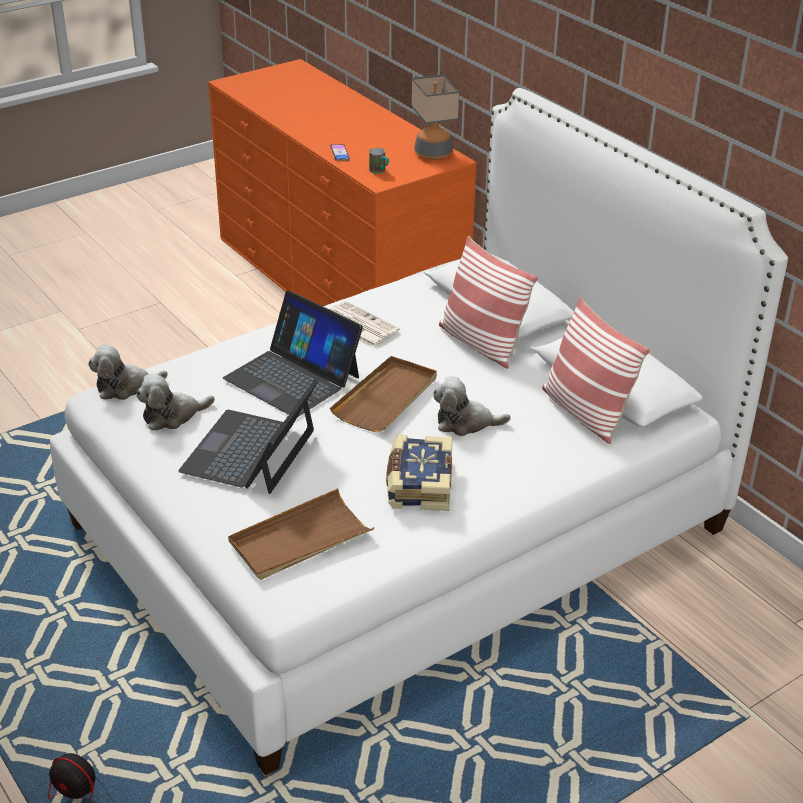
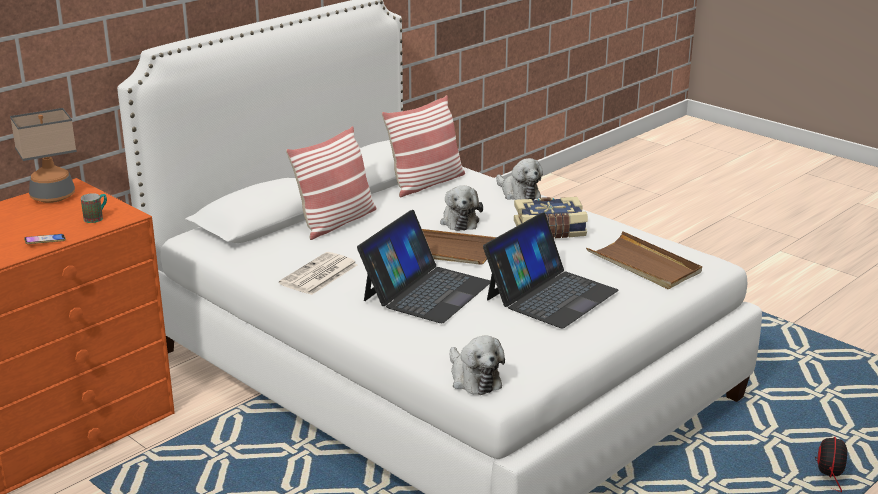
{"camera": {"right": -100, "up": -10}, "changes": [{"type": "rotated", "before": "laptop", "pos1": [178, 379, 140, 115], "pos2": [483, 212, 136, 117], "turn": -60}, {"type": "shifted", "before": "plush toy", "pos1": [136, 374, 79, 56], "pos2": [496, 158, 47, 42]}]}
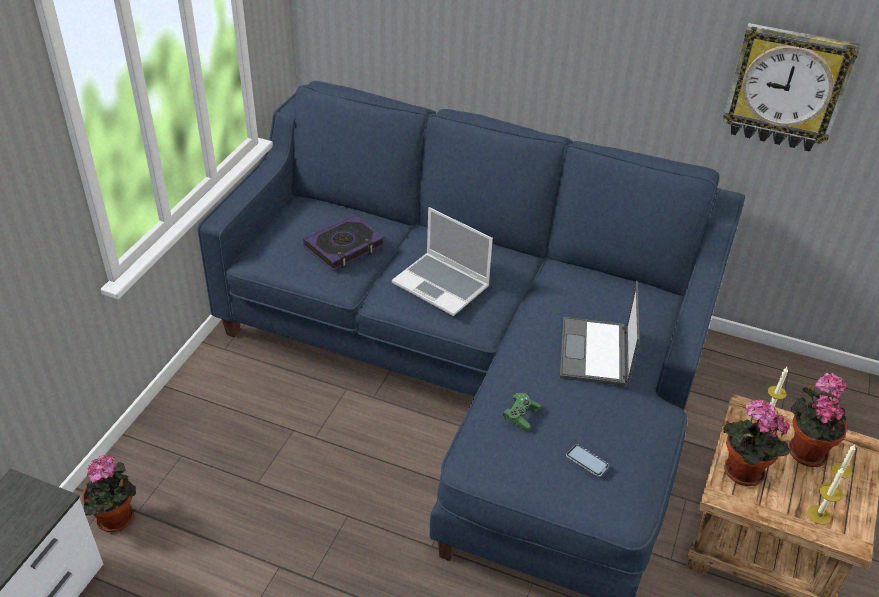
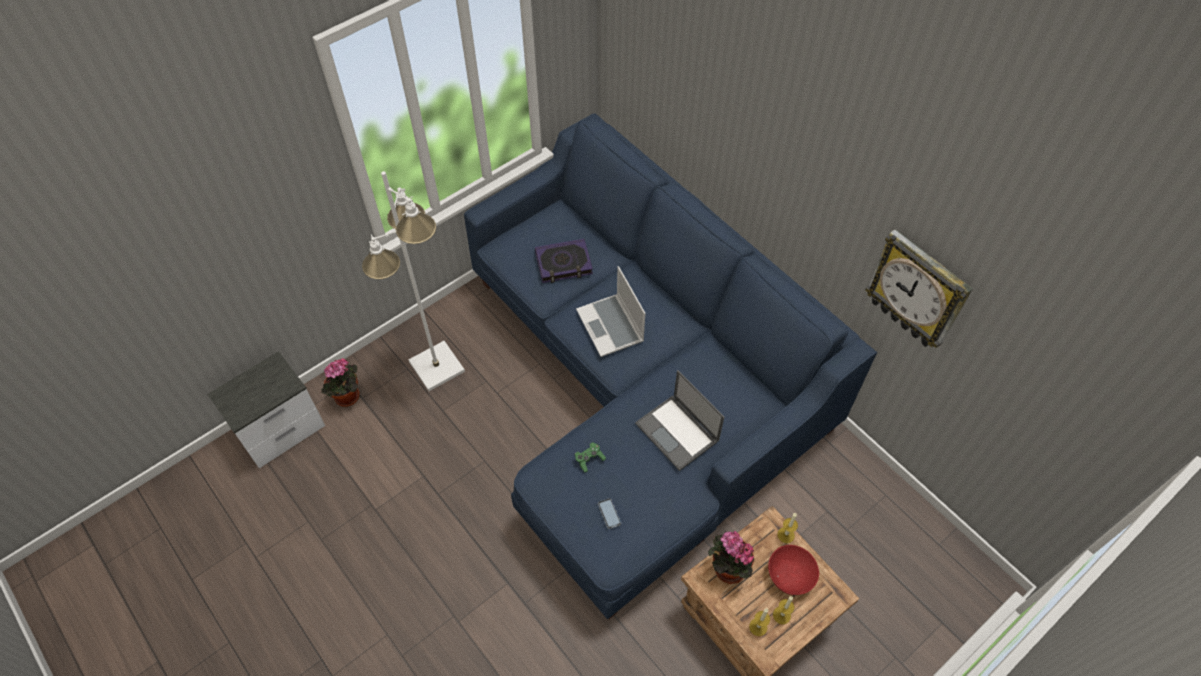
{"camera": {"right": 30, "up": 15}, "changes": [{"type": "new", "after": "floor lamp (white)", "pos2": [362, 171, 103, 220]}, {"type": "rotated", "before": "laptop", "pos1": [560, 281, 80, 105], "pos2": [635, 370, 89, 101], "turn": -75}, {"type": "swapped", "before": "potted plant", "after": "bowl (red)", "pos1": [788, 373, 59, 94], "pos2": [768, 545, 51, 50]}]}
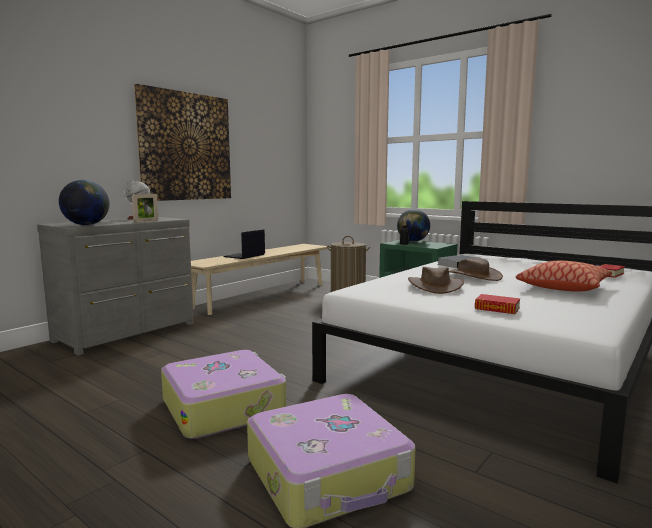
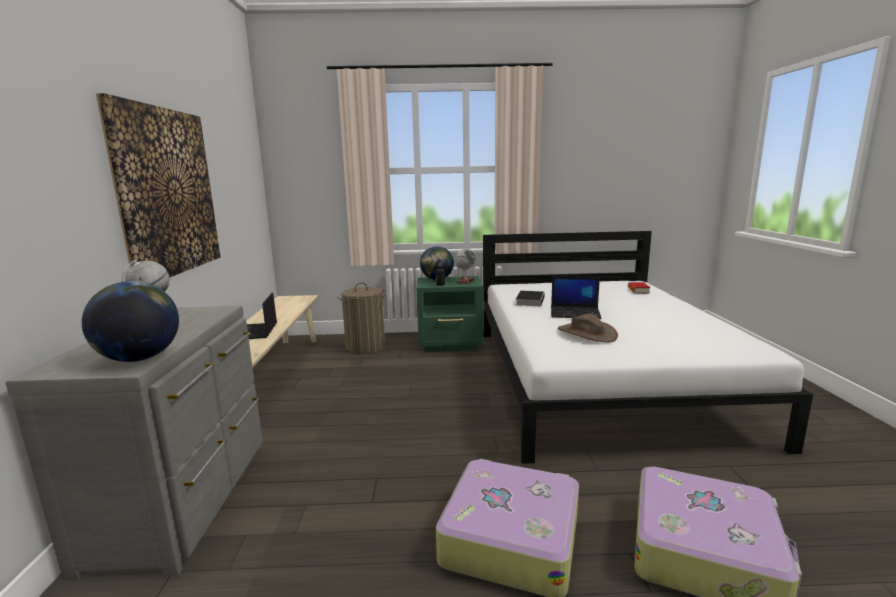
{"camera": {"right": -40, "up": 5}, "changes": [{"type": "new", "after": "globe", "pos2": [455, 247, 21, 37]}, {"type": "swapped", "before": "hat (brown)", "after": "laptop", "pos1": [449, 258, 54, 23], "pos2": [551, 275, 51, 44]}, {"type": "gone", "before": "picture frame", "pos1": [132, 194, 26, 28]}, {"type": "gone", "before": "book", "pos1": [475, 294, 45, 20]}, {"type": "gone", "before": "pillow", "pos1": [516, 261, 96, 30]}]}
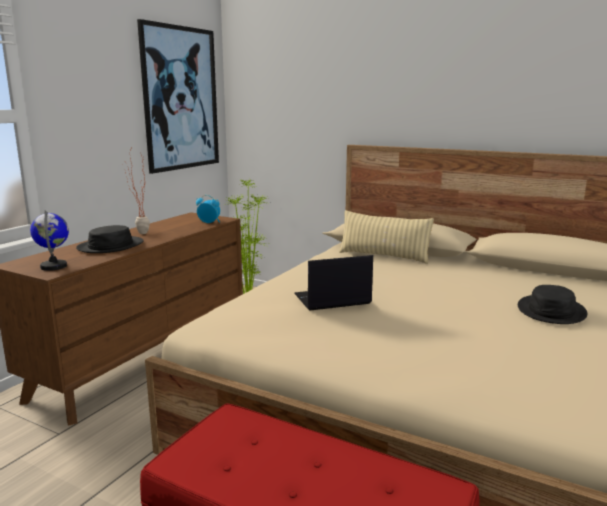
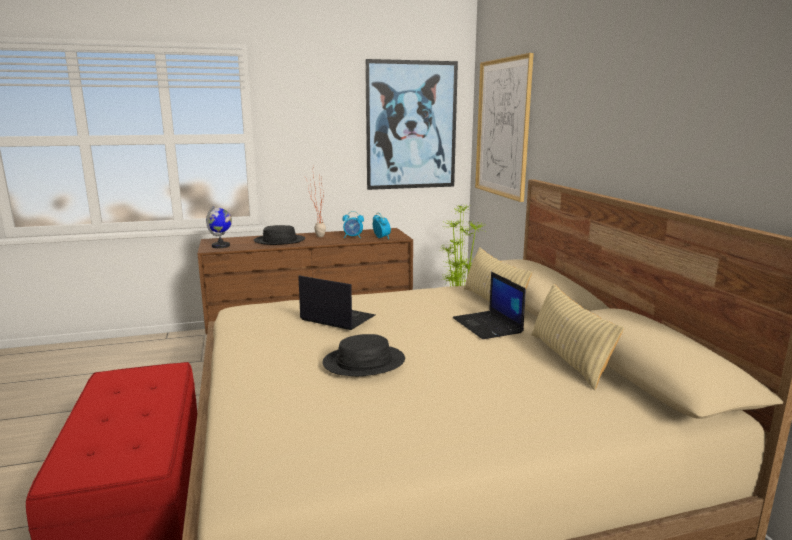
{"camera": {"right": 45, "up": 0}, "changes": [{"type": "shifted", "before": "hat (black)", "pos1": [518, 285, 69, 39], "pos2": [322, 334, 83, 42]}, {"type": "new", "after": "alarm clock", "pos2": [342, 211, 22, 27]}, {"type": "new", "after": "laptop", "pos2": [453, 272, 73, 67]}, {"type": "new", "after": "picture", "pos2": [475, 53, 59, 149]}, {"type": "new", "after": "pillow (beige)", "pos2": [531, 284, 93, 106]}]}
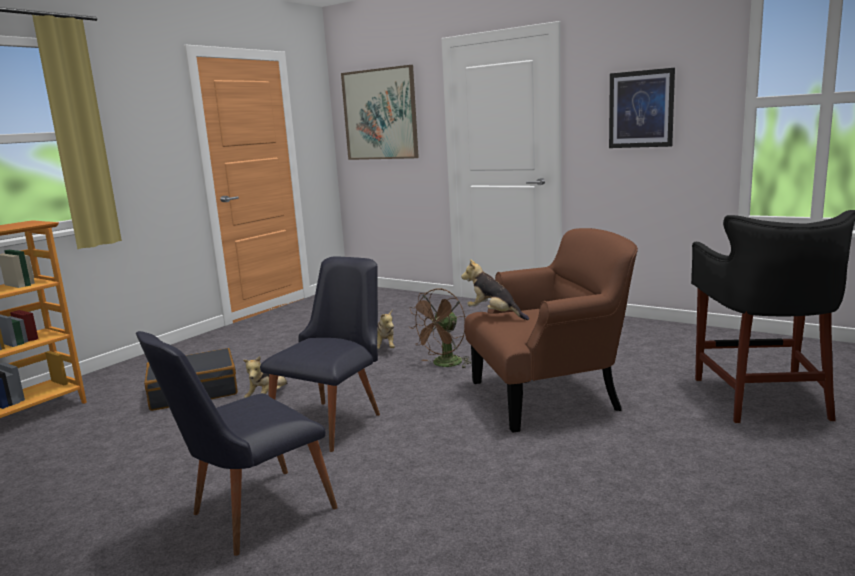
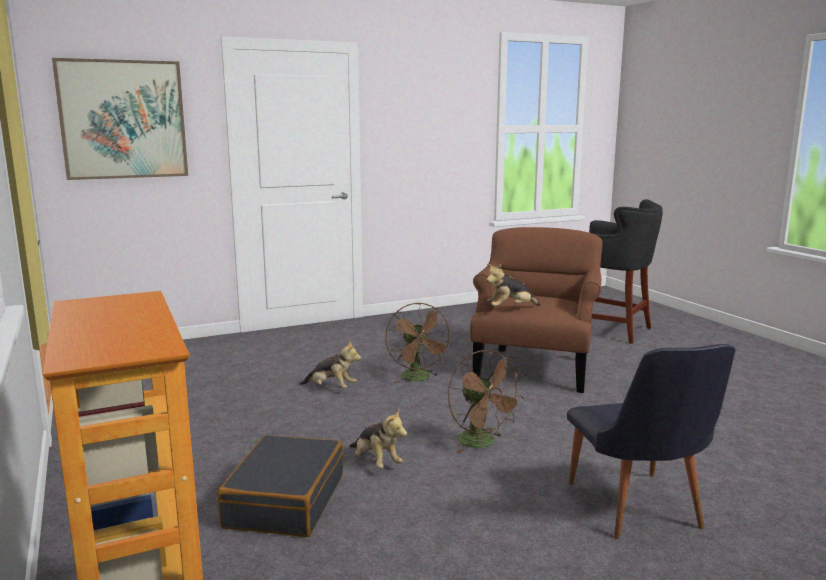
{"camera": {"right": -60, "up": 0}, "changes": [{"type": "swapped", "before": "chair (black)", "after": "fan (brown)", "pos1": [260, 256, 120, 196], "pos2": [448, 350, 76, 104]}, {"type": "gone", "before": "picture", "pos1": [609, 68, 66, 80]}]}
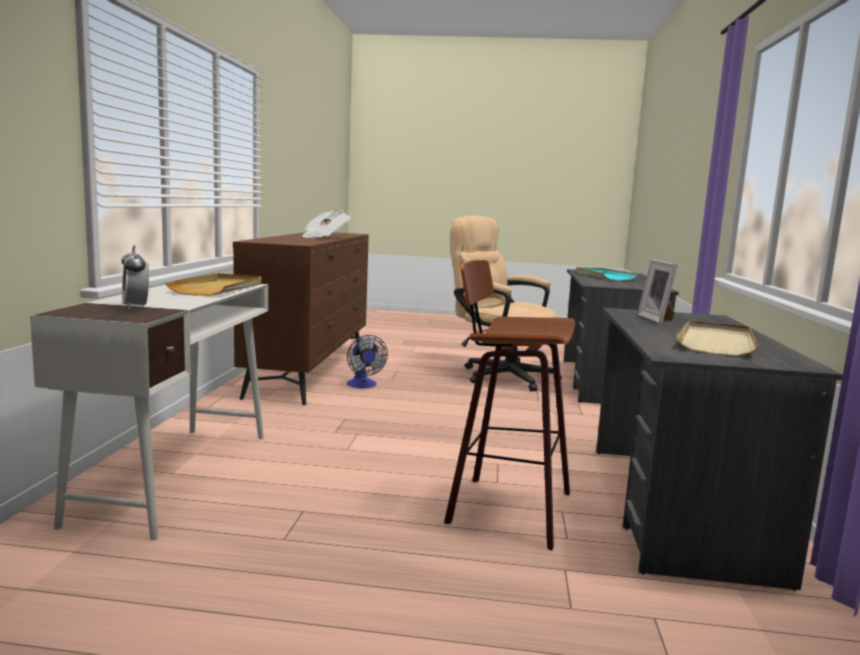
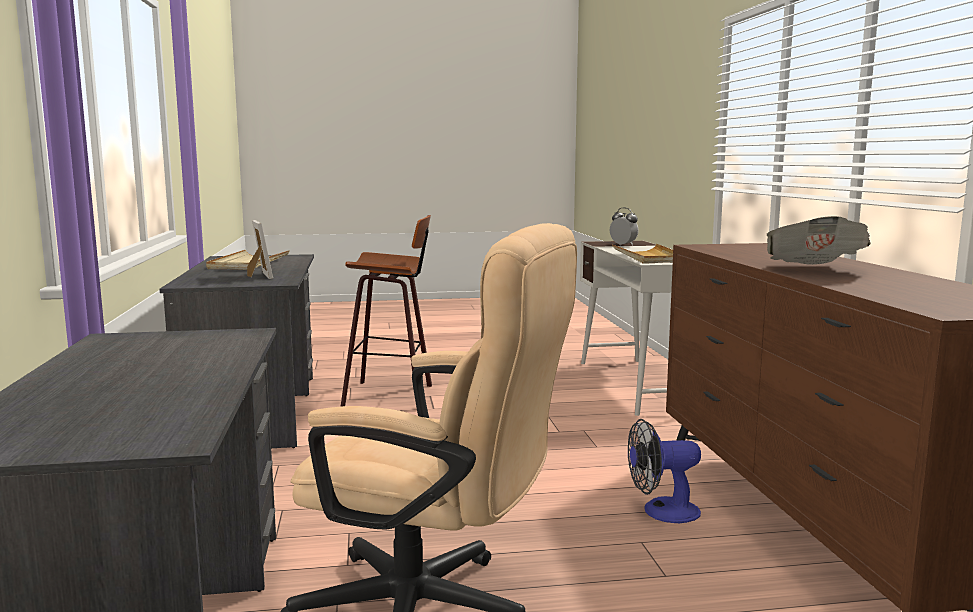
{"camera": {"right": 165, "up": 0}, "changes": [{"type": "rotated", "before": "fan", "pos1": [347, 335, 41, 53], "pos2": [628, 419, 73, 104], "turn": -60}, {"type": "gone", "before": "tray (turquoise)", "pos1": [576, 267, 62, 14]}]}
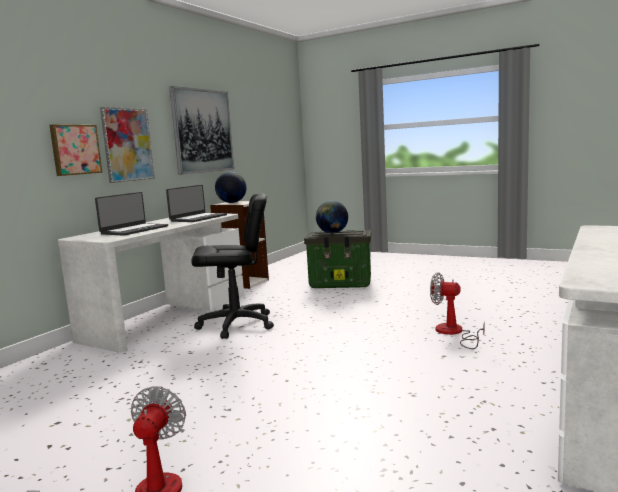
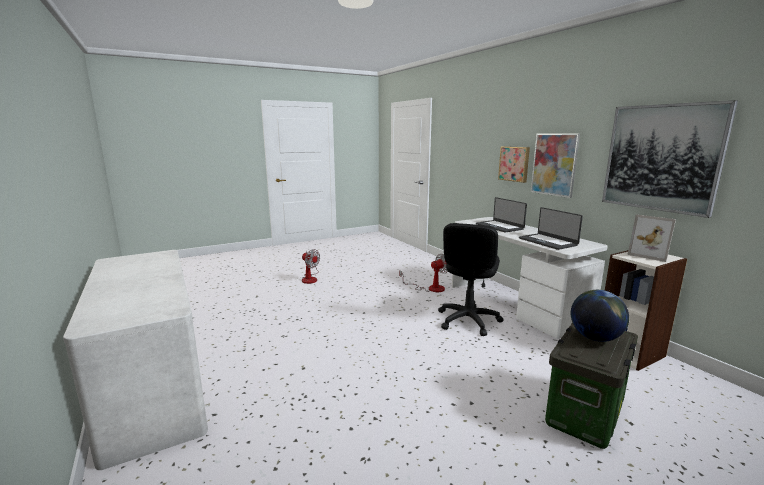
{"camera": {"right": 120, "up": 5}, "changes": [{"type": "shifted", "before": "fan", "pos1": [430, 272, 55, 77], "pos2": [399, 254, 49, 38]}, {"type": "swapped", "before": "globe", "after": "picture frame", "pos1": [215, 172, 32, 31], "pos2": [627, 214, 49, 48]}]}
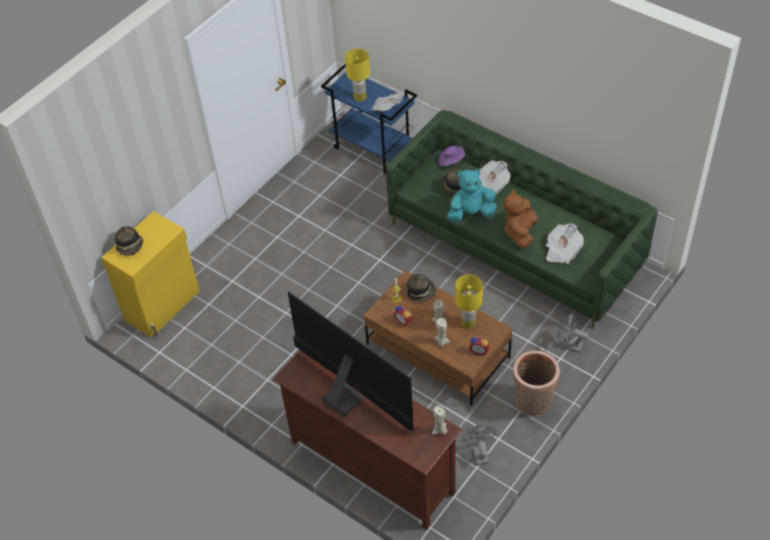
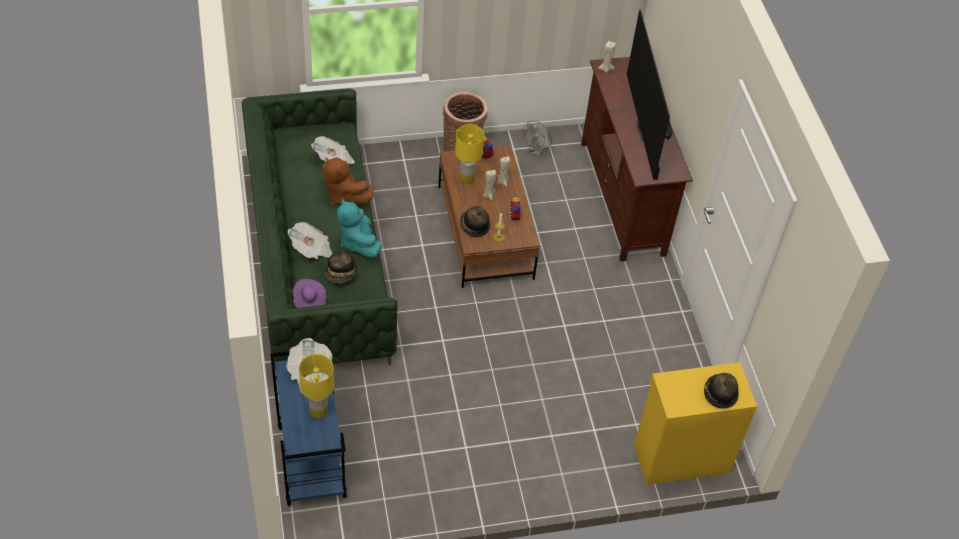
{"camera": {"right": -145, "up": 0}, "changes": [{"type": "rotated", "before": "plush toy (brown)", "pos1": [504, 189, 34, 59], "pos2": [322, 157, 51, 48], "turn": 75}, {"type": "rotated", "before": "plush toy (turquoise)", "pos1": [447, 169, 50, 53], "pos2": [337, 198, 45, 60], "turn": 45}, {"type": "gone", "before": "fan (grey)", "pos1": [558, 313, 30, 39]}]}
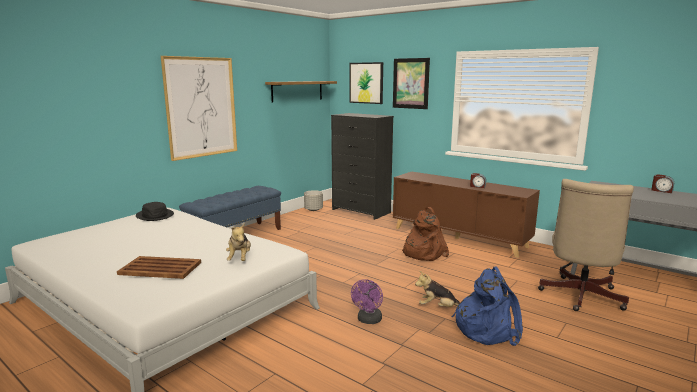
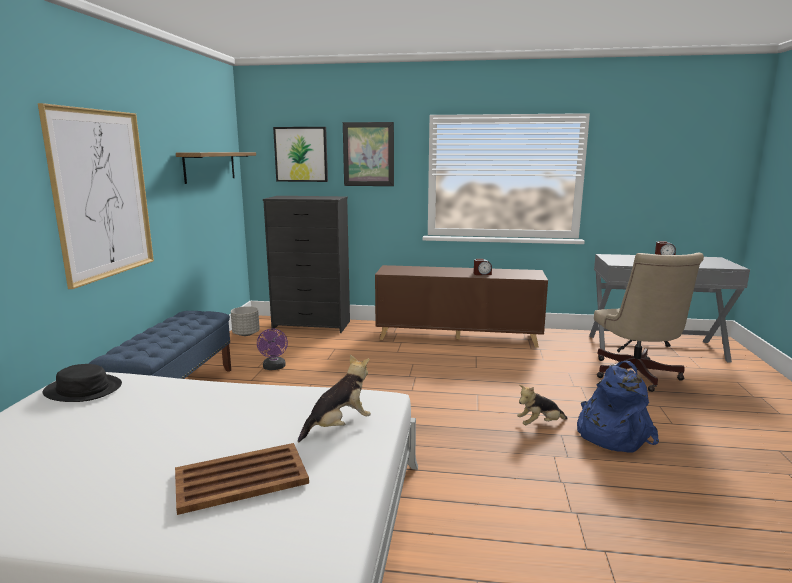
{"camera": {"right": -30, "up": 0}, "changes": [{"type": "shifted", "before": "fan (purple)", "pos1": [351, 279, 32, 45], "pos2": [257, 328, 31, 42]}, {"type": "rotated", "before": "plush toy", "pos1": [226, 223, 25, 38], "pos2": [298, 355, 73, 87], "turn": -90}, {"type": "gone", "before": "backpack (brown)", "pos1": [402, 207, 47, 54]}]}
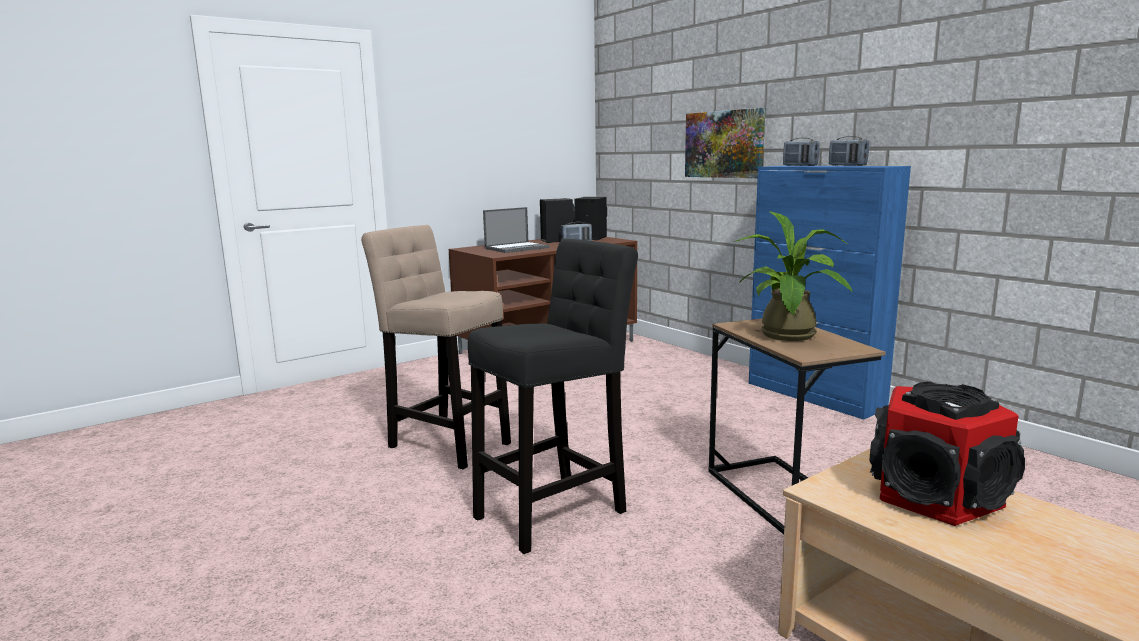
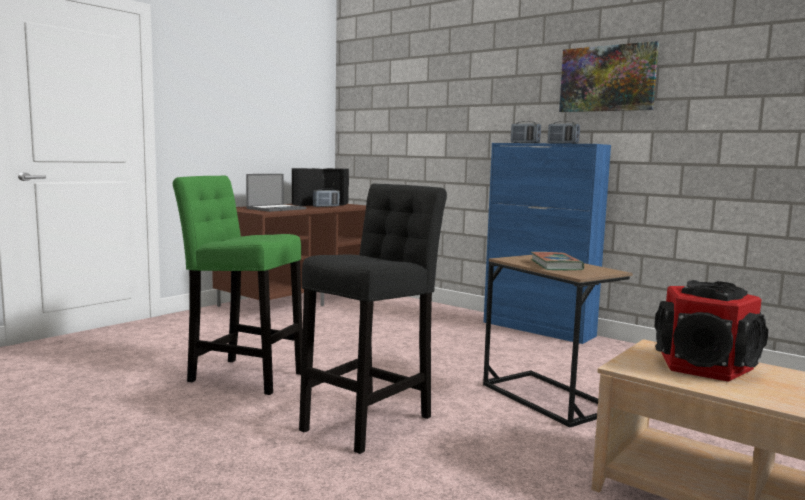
{"camera": {"right": -15, "up": -5}, "changes": [{"type": "repainted", "before": "stool (beige)", "after": "stool (green)", "pos1": [361, 225, 150, 244], "pos2": [173, 176, 130, 219]}, {"type": "swapped", "before": "potted plant", "after": "book", "pos1": [736, 211, 117, 130], "pos2": [531, 252, 53, 18]}, {"type": "shifted", "before": "picture", "pos1": [685, 108, 80, 70], "pos2": [559, 41, 100, 71]}]}
